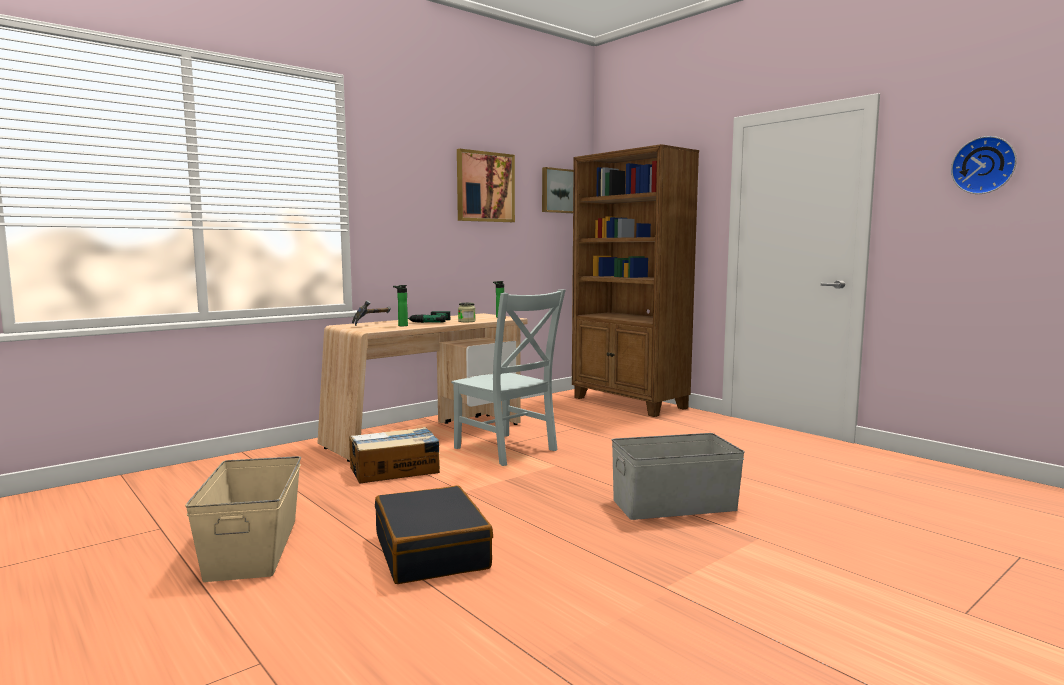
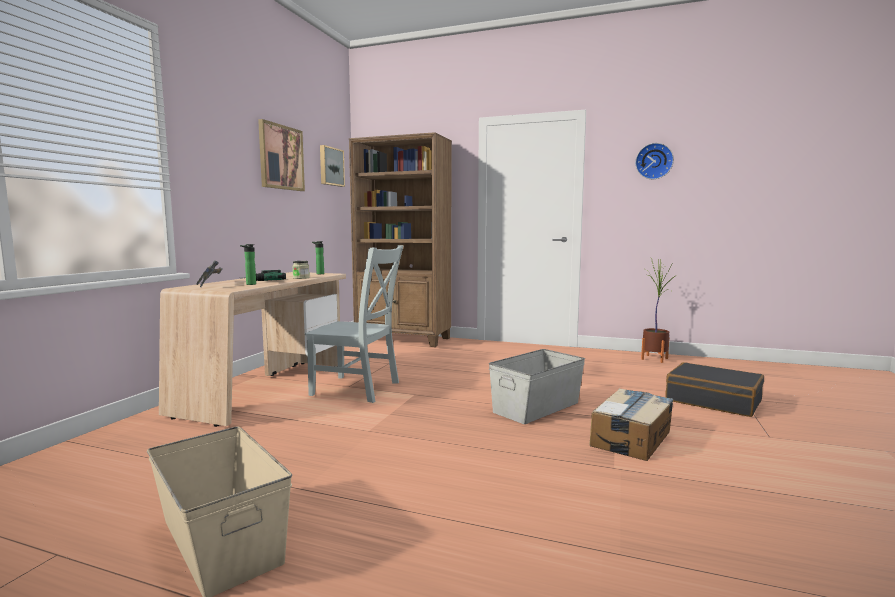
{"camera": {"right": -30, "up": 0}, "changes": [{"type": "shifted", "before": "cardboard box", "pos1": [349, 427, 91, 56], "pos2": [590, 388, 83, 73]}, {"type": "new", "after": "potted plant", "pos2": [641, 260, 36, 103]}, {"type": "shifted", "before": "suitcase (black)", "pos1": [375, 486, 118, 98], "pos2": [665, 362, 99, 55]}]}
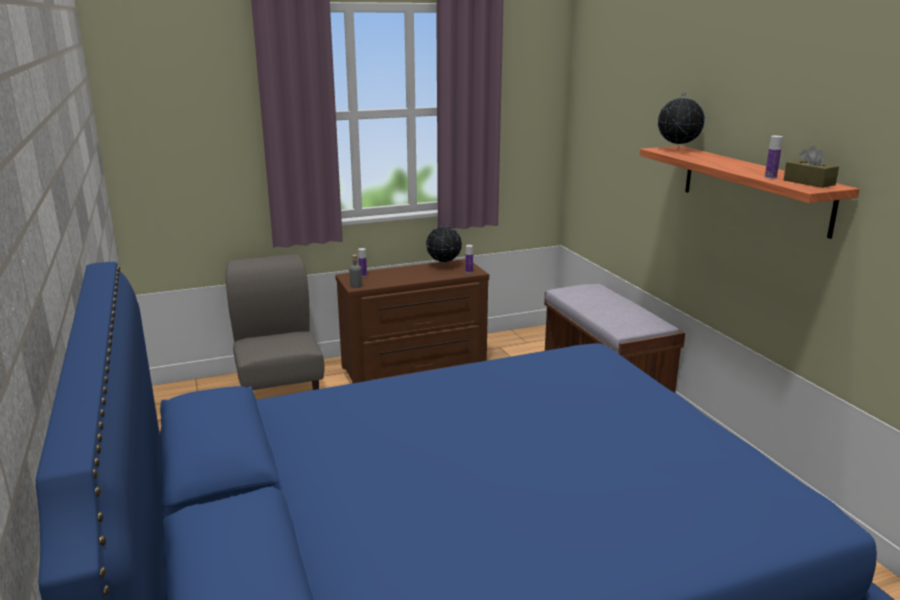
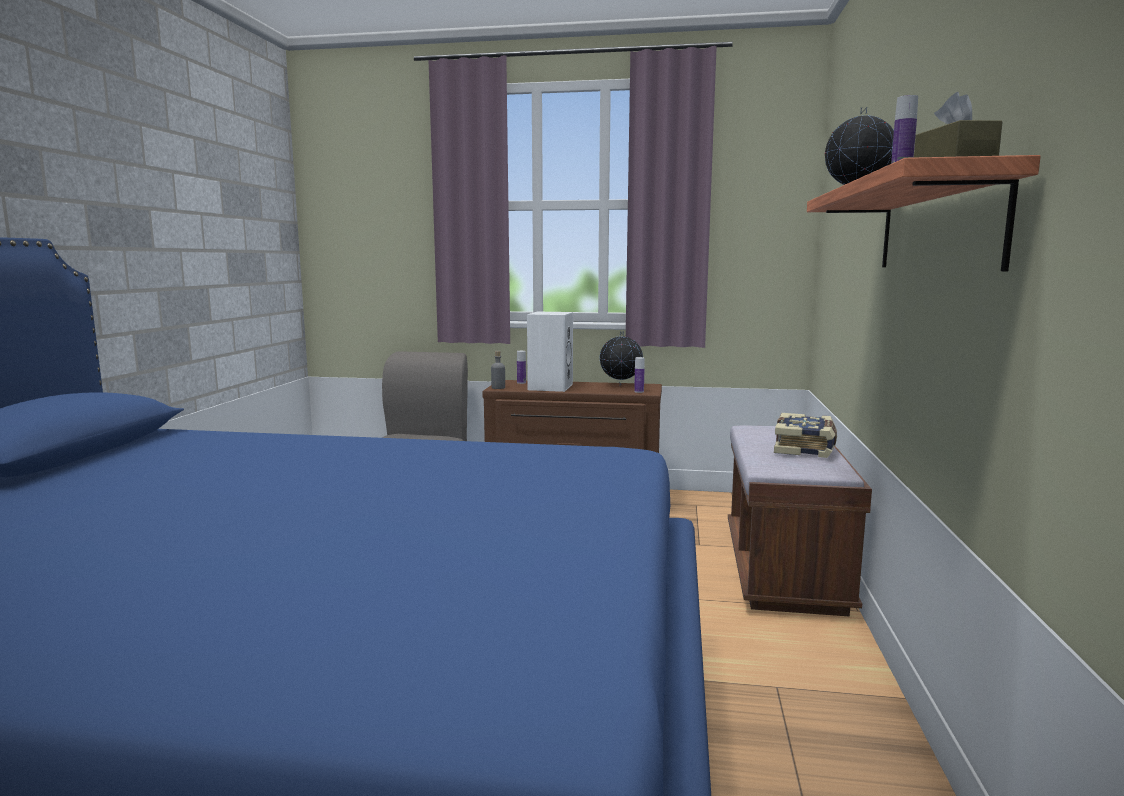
{"camera": {"right": 30, "up": -10}, "changes": [{"type": "new", "after": "speaker (white)", "pos2": [527, 312, 46, 80]}, {"type": "new", "after": "book", "pos2": [774, 413, 63, 45]}]}
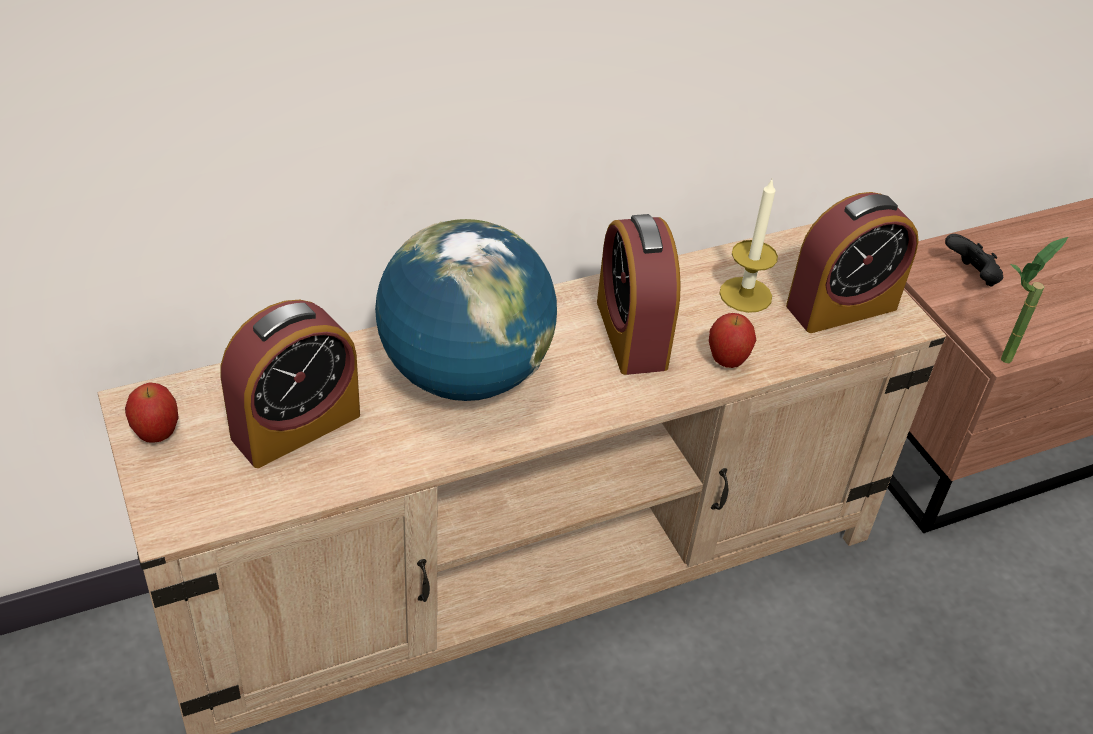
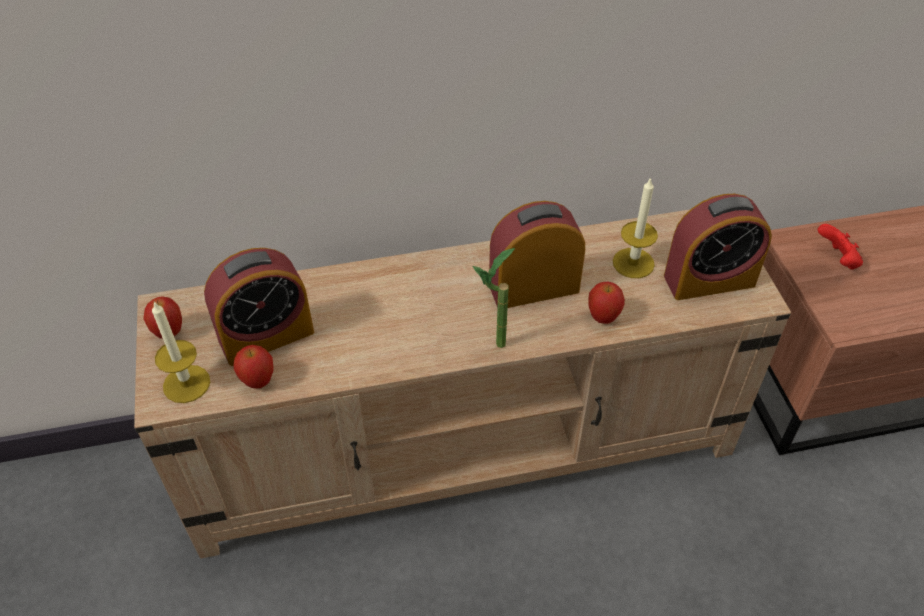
{"camera": {"right": 15, "up": 5}, "changes": [{"type": "new", "after": "candle", "pos2": [152, 301, 58, 102]}, {"type": "new", "after": "apple", "pos2": [233, 345, 41, 44]}, {"type": "shifted", "before": "potted plant", "pos1": [1001, 237, 67, 126], "pos2": [473, 248, 42, 100]}, {"type": "rotated", "before": "alarm clock", "pos1": [597, 214, 84, 161], "pos2": [489, 201, 96, 107], "turn": 75}, {"type": "repainted", "before": "game controller (black)", "after": "game controller (red)", "pos1": [945, 234, 58, 53], "pos2": [818, 224, 45, 46]}, {"type": "gone", "before": "globe", "pos1": [375, 219, 182, 182]}]}
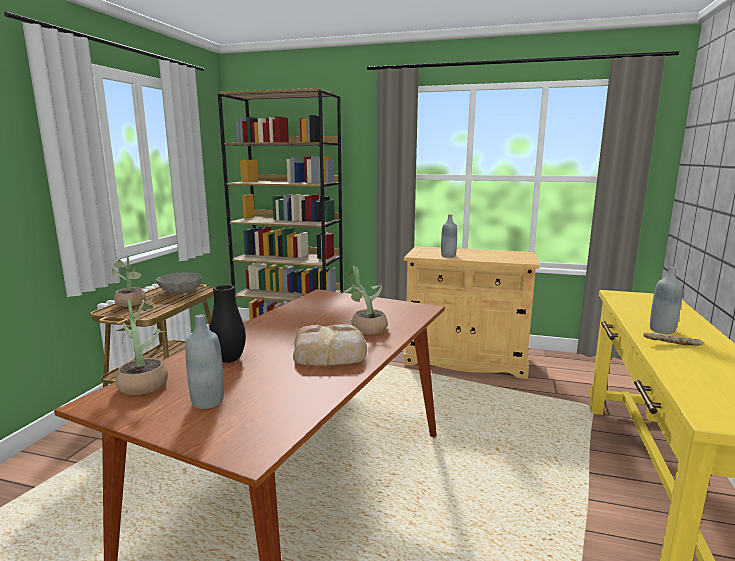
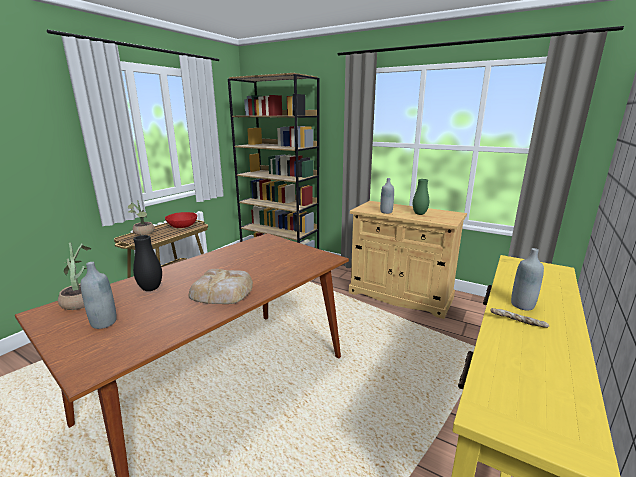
{"camera": {"right": 15, "up": 5}, "changes": [{"type": "repainted", "before": "bowl (grey)", "after": "bowl (red)", "pos1": [156, 272, 46, 22], "pos2": [165, 212, 32, 16]}, {"type": "new", "after": "vase (green)", "pos2": [413, 179, 16, 36]}, {"type": "gone", "before": "potted plant", "pos1": [341, 266, 47, 68]}]}
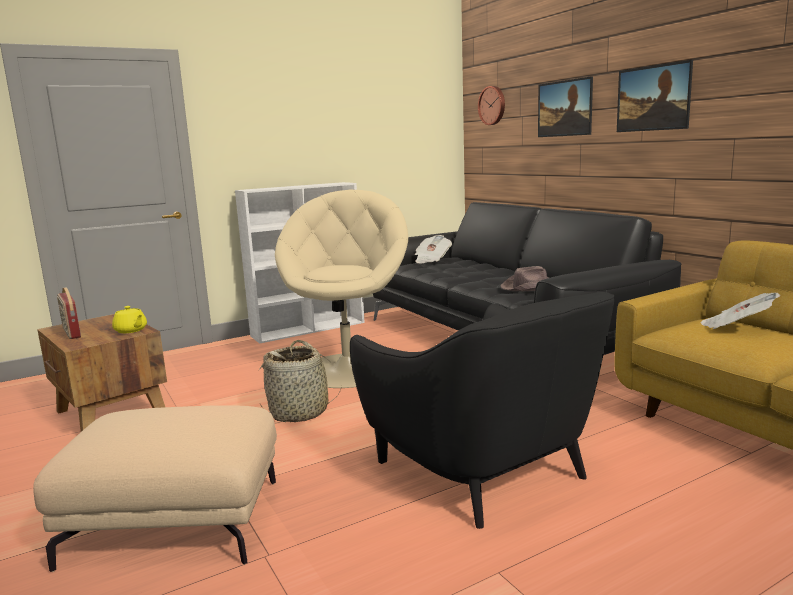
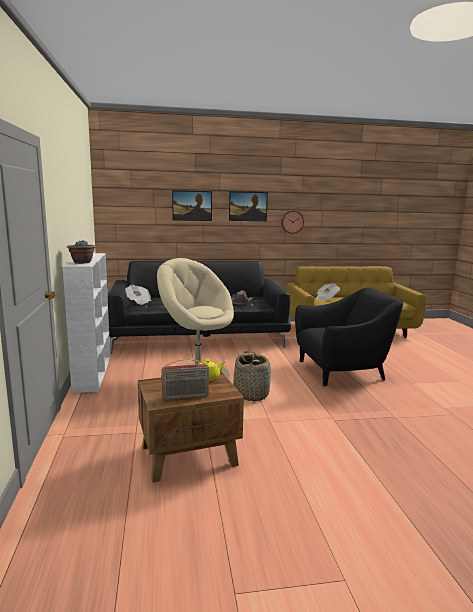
{"camera": {"right": -70, "up": 0}, "changes": [{"type": "new", "after": "potted plant", "pos2": [67, 240, 29, 24]}, {"type": "shifted", "before": "wall clock", "pos1": [478, 86, 27, 39], "pos2": [281, 211, 23, 23]}, {"type": "gone", "before": "ottoman (beige)", "pos1": [33, 405, 244, 167]}]}
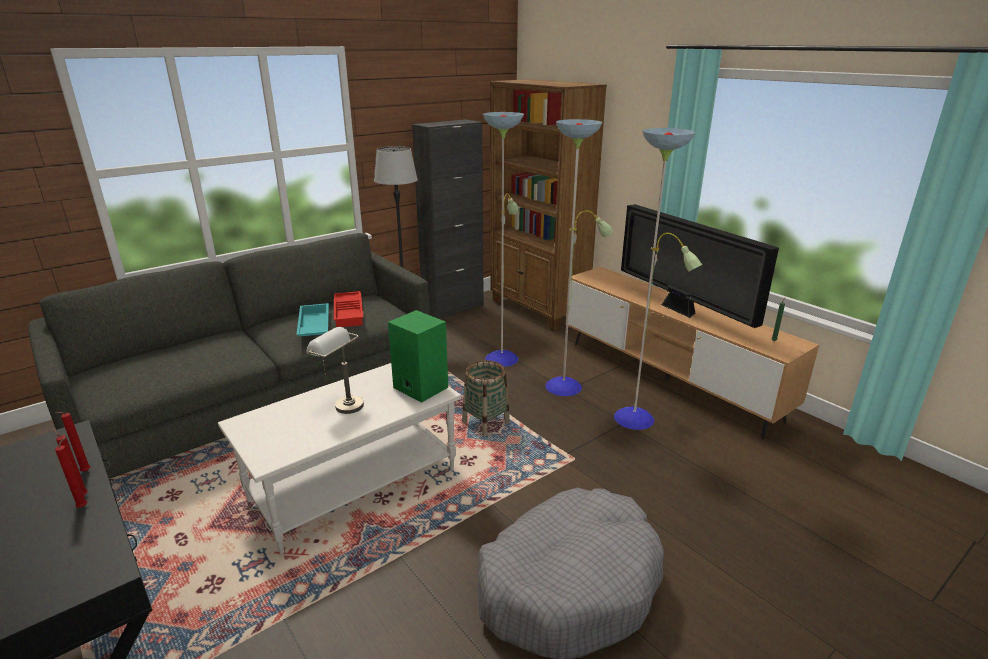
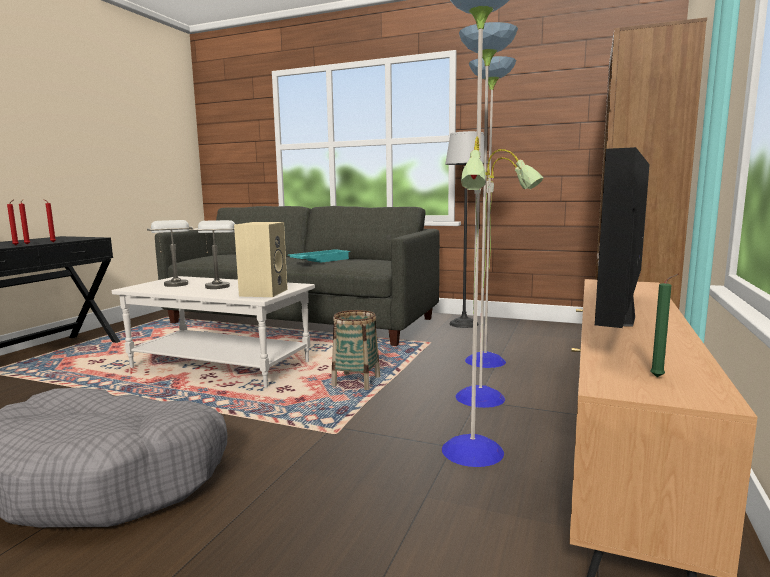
{"camera": {"right": 60, "up": -15}, "changes": [{"type": "new", "after": "table lamp (grey)", "pos2": [147, 220, 46, 67]}, {"type": "repainted", "before": "speaker (green)", "after": "speaker (beige)", "pos1": [388, 310, 60, 92], "pos2": [234, 222, 54, 75]}, {"type": "gone", "before": "tray (red)", "pos1": [334, 291, 30, 36]}, {"type": "gone", "before": "cabinet (black)", "pos1": [412, 119, 72, 200]}]}
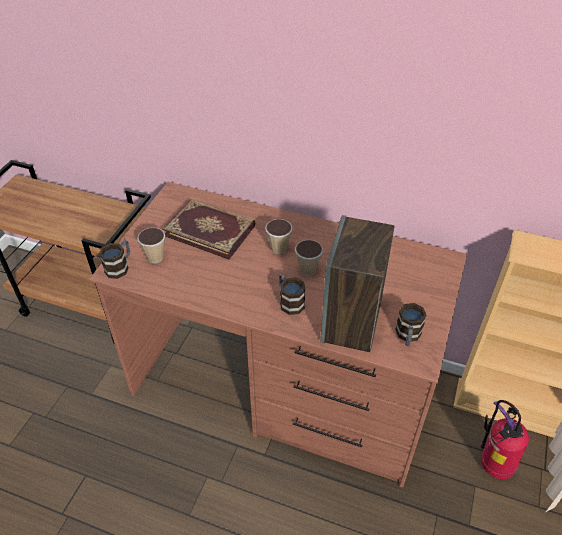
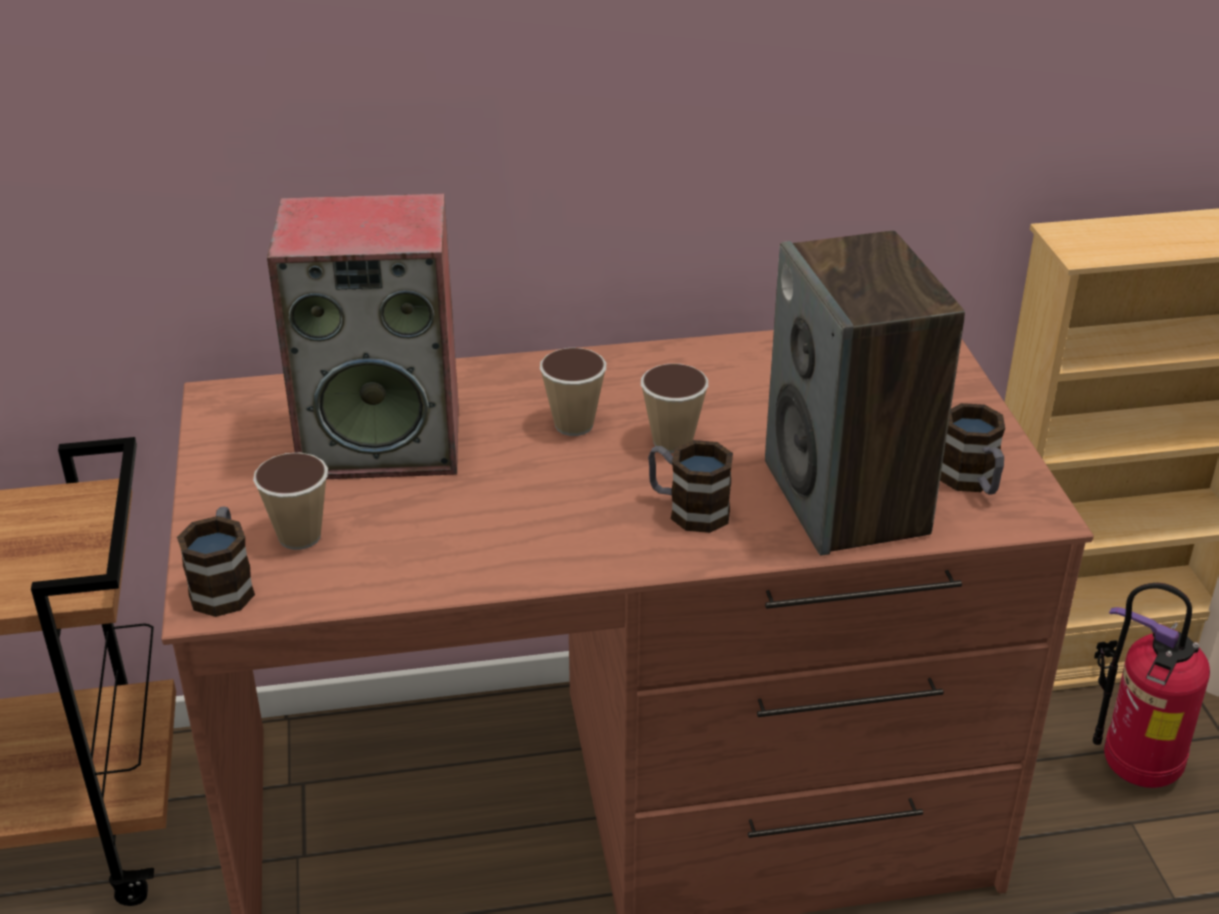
{"camera": {"right": -30, "up": -10}, "changes": [{"type": "swapped", "before": "book", "after": "speaker", "pos1": [162, 199, 93, 61], "pos2": [267, 193, 192, 286]}]}
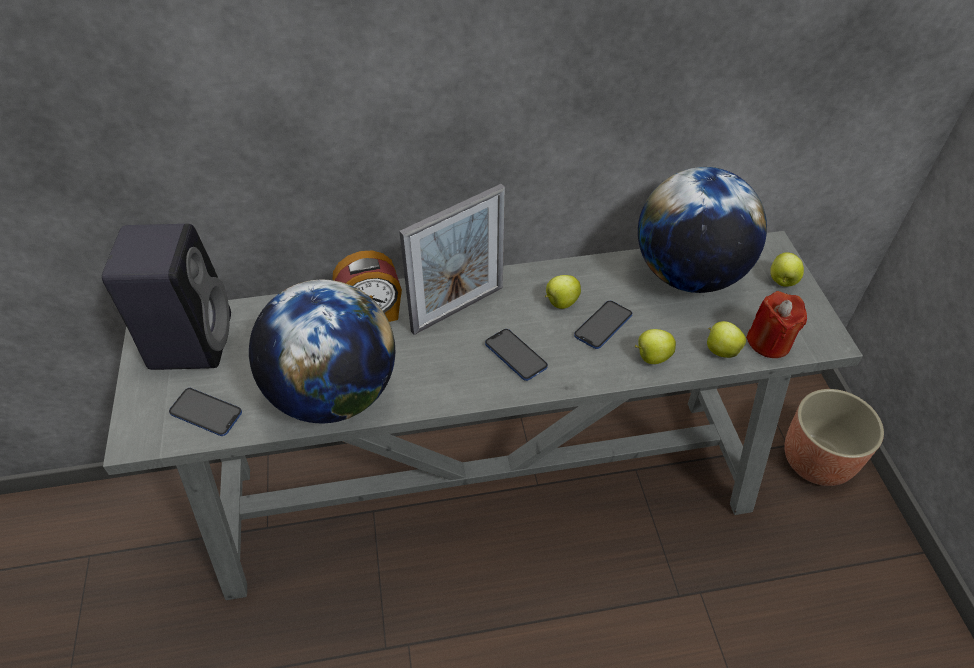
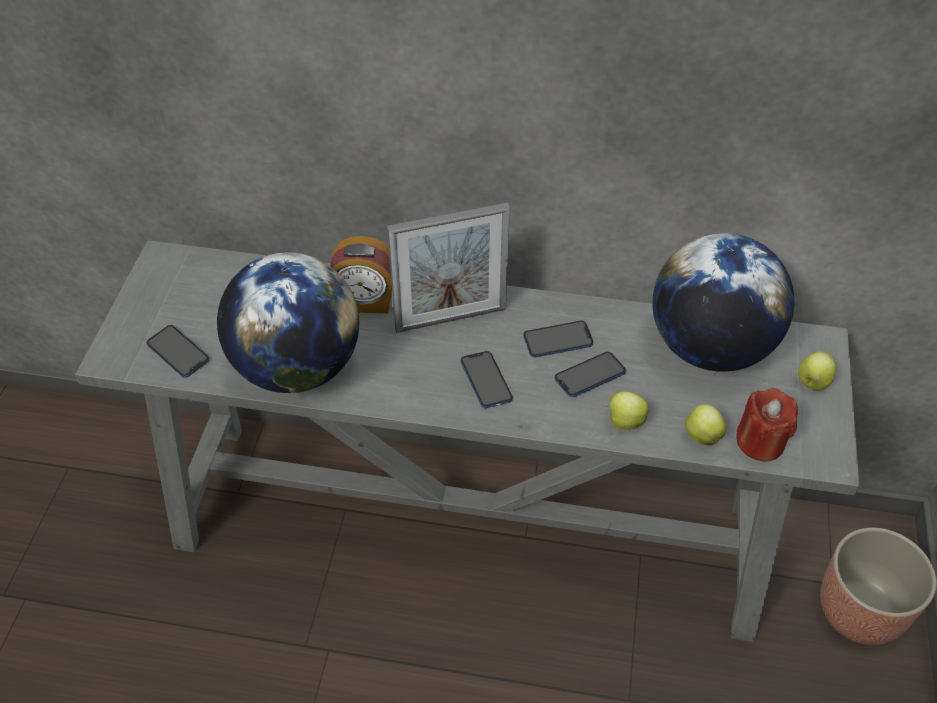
{"camera": {"right": 20, "up": 0}, "changes": [{"type": "swapped", "before": "apple", "after": "phone", "pos1": [545, 275, 36, 34], "pos2": [523, 320, 70, 38]}, {"type": "gone", "before": "speaker (black)", "pos1": [102, 224, 129, 146]}]}
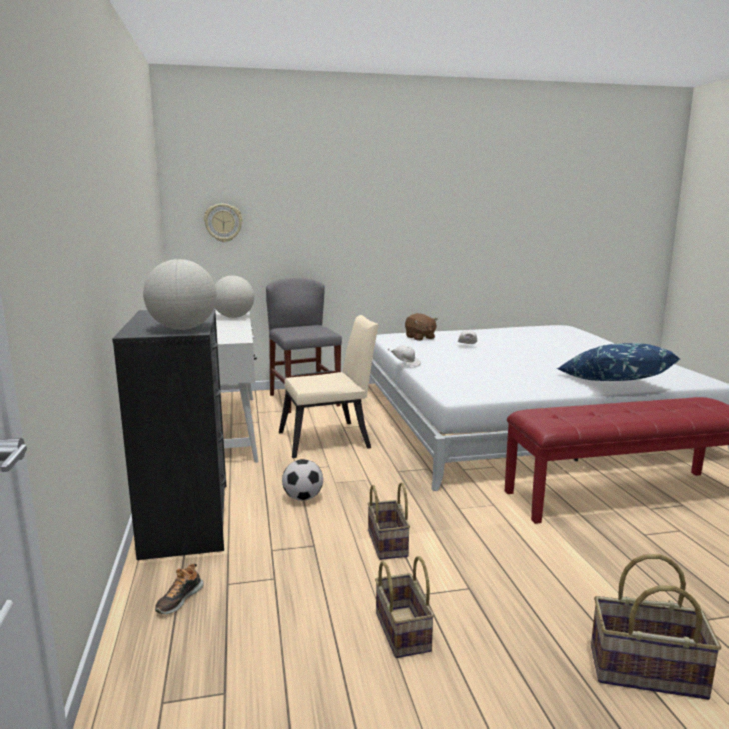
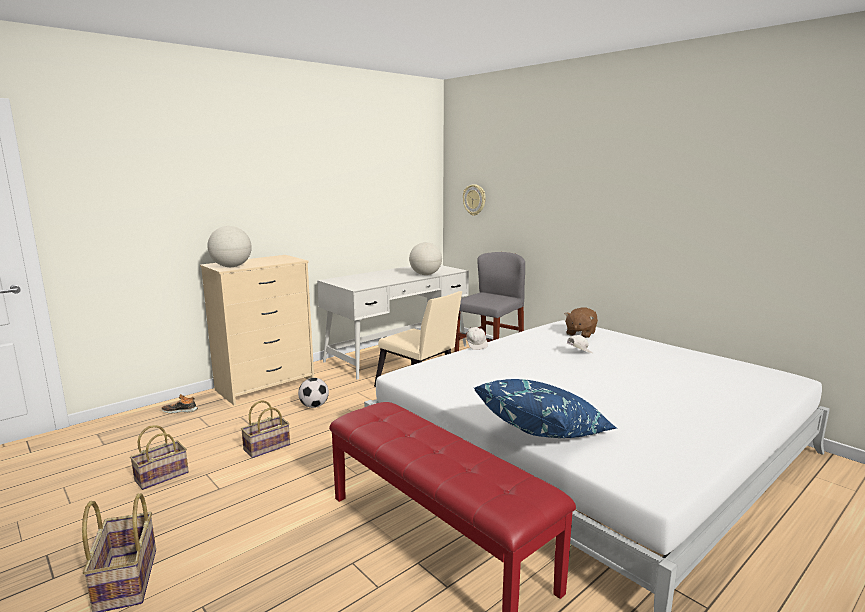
{"camera": {"right": 60, "up": 0}, "changes": [{"type": "repainted", "before": "dresser (black)", "after": "dresser (beige)", "pos1": [112, 308, 114, 252], "pos2": [200, 255, 114, 150]}]}
